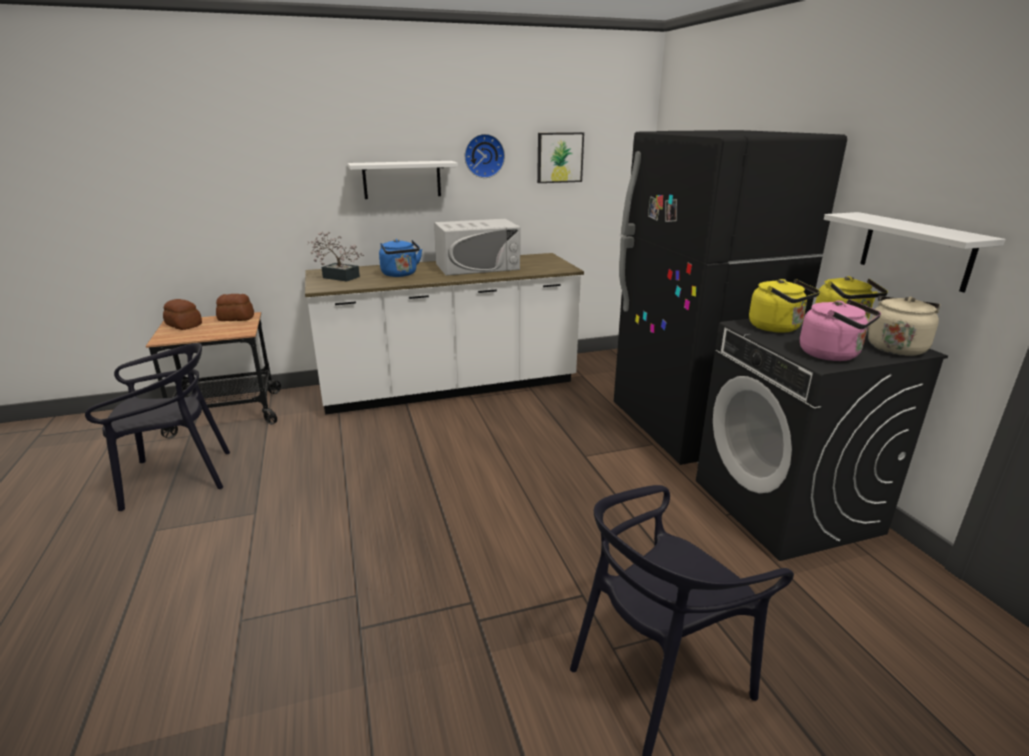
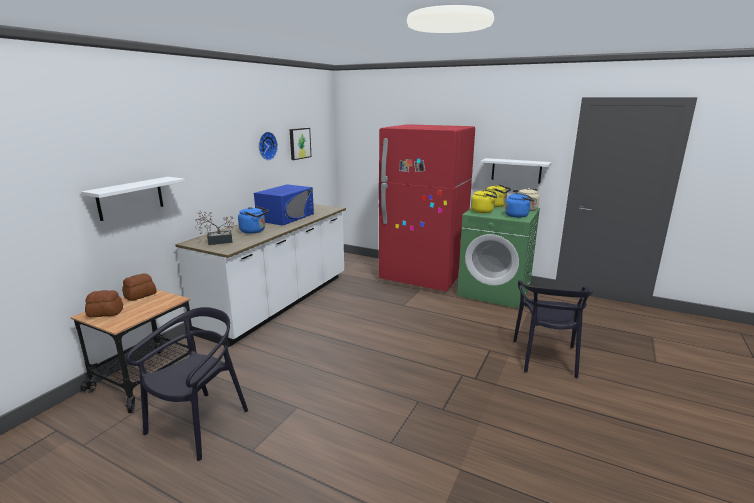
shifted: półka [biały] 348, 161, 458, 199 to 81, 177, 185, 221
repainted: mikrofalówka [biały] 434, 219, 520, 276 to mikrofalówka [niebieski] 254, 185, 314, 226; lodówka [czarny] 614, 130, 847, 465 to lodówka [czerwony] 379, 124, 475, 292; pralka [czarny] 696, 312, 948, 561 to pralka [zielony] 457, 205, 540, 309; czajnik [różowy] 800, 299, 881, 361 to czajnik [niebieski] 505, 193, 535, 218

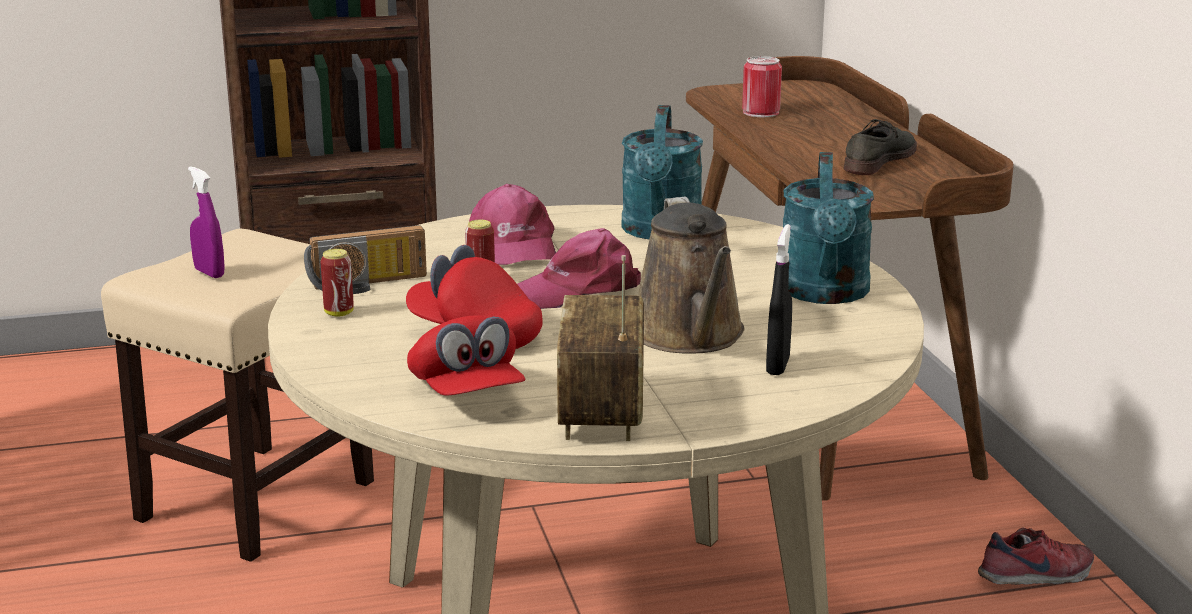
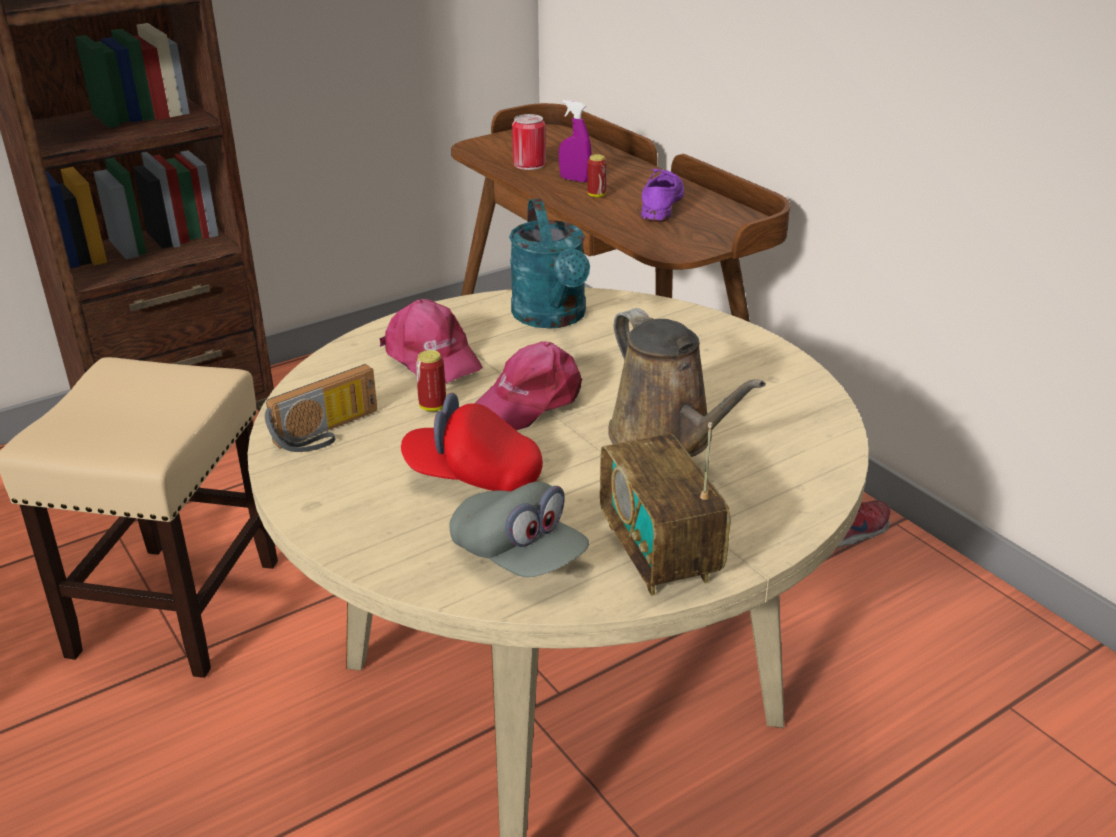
gone: spryskiwacz [czarny] 766, 224, 792, 375; konewka [turkusowy] 783, 152, 874, 304
shifted: spryskiwacz [fioletowy] 188, 166, 225, 278 to 559, 100, 592, 182; puszka 320, 249, 354, 317 to 587, 154, 607, 198
repainted: czapka z daszkiem [czerwony] 407, 315, 525, 396 to czapka z daszkiem [szary] 449, 482, 589, 577; but [szary] 844, 119, 917, 175 to but [fioletowy] 641, 169, 684, 222

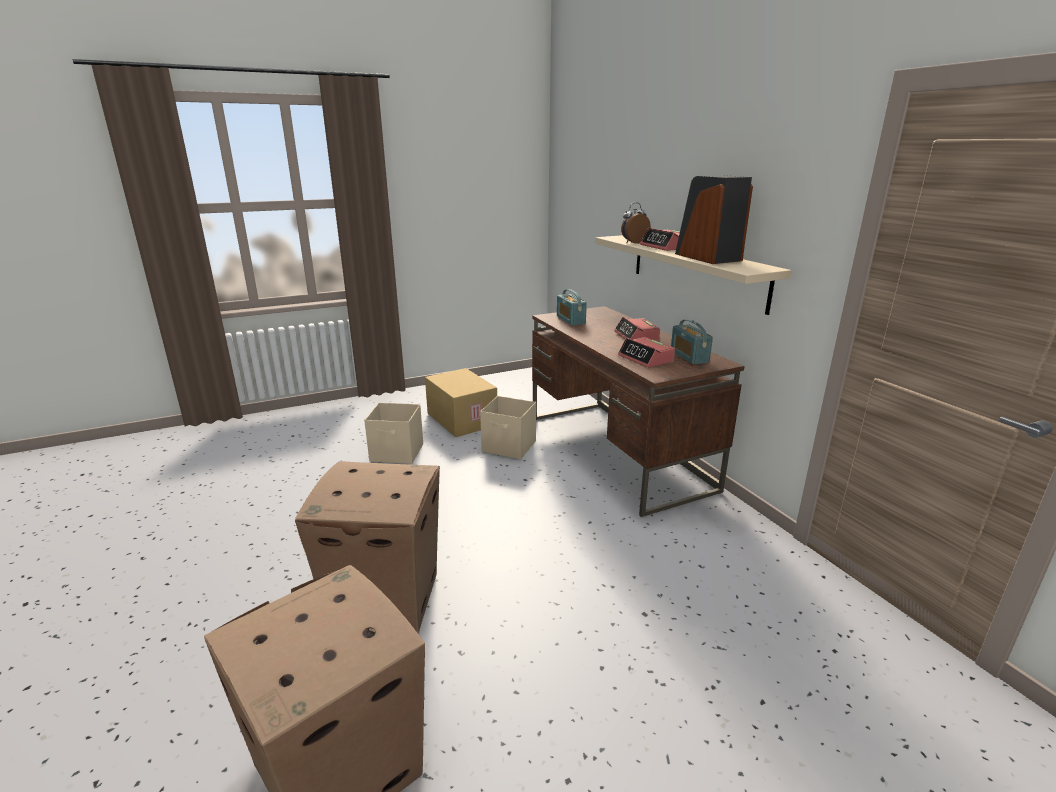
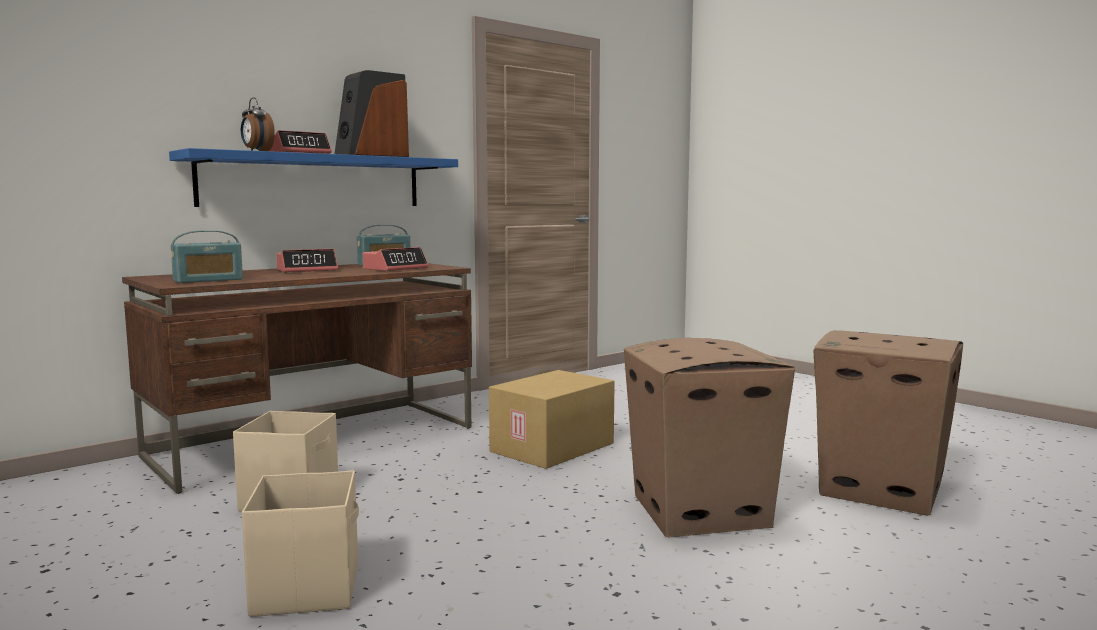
shifted: karton 425, 368, 497, 437 to 489, 370, 615, 469
repainted: półka [beżowy] 595, 235, 792, 315 to półka [niebieski] 169, 148, 458, 207

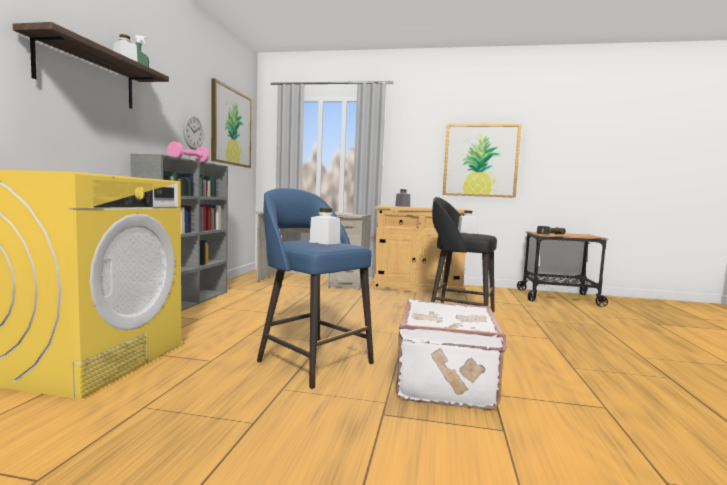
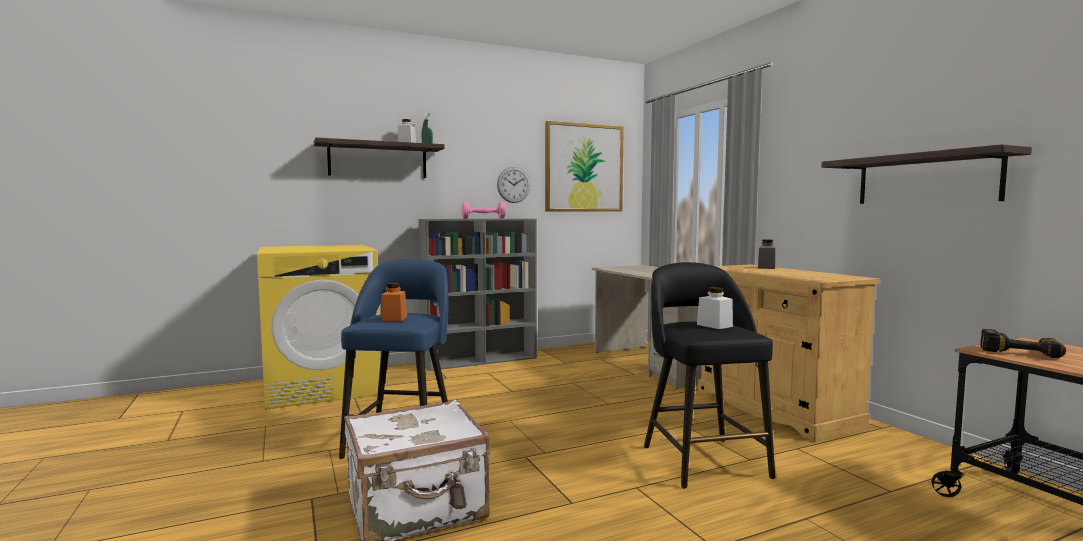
swapped: obraz 443, 124, 521, 198 to półka 821, 144, 1032, 204
repainted: słoik [biały] 309, 208, 340, 245 to słoik [pomarańczowy] 381, 283, 407, 322

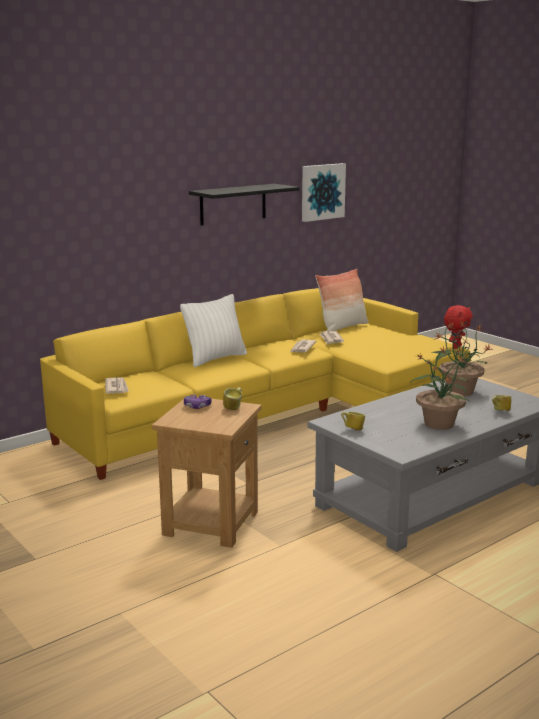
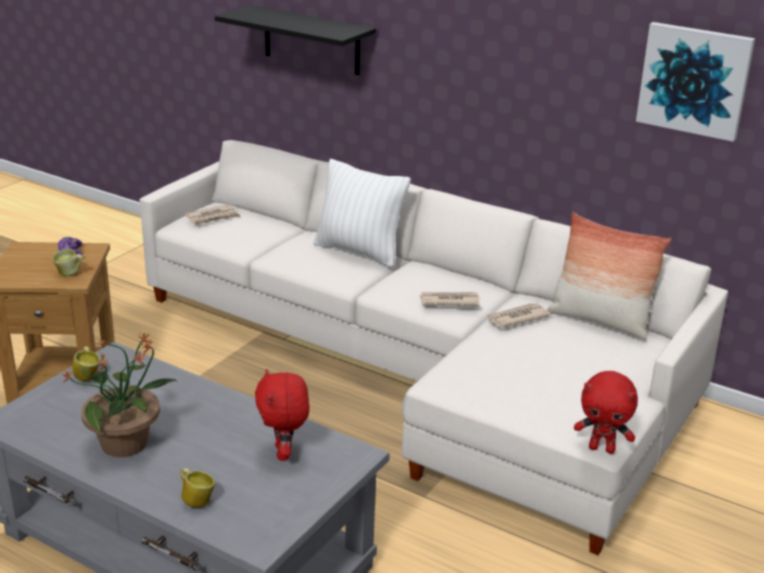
shifted: półka [czarny] 189, 184, 300, 226 to 215, 5, 376, 75
swapped: roślina doniczkowa 432, 321, 492, 396 to pluszak [czerwony] 255, 369, 309, 461
repainted: kanapa [żółty] 40, 288, 471, 480 to kanapa [biały] 139, 140, 728, 555

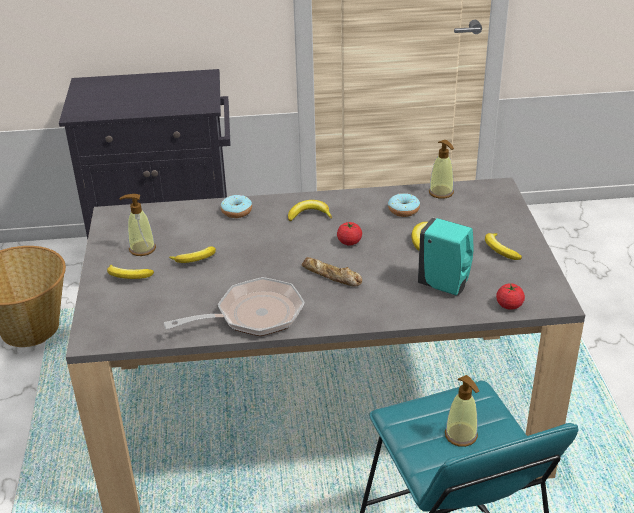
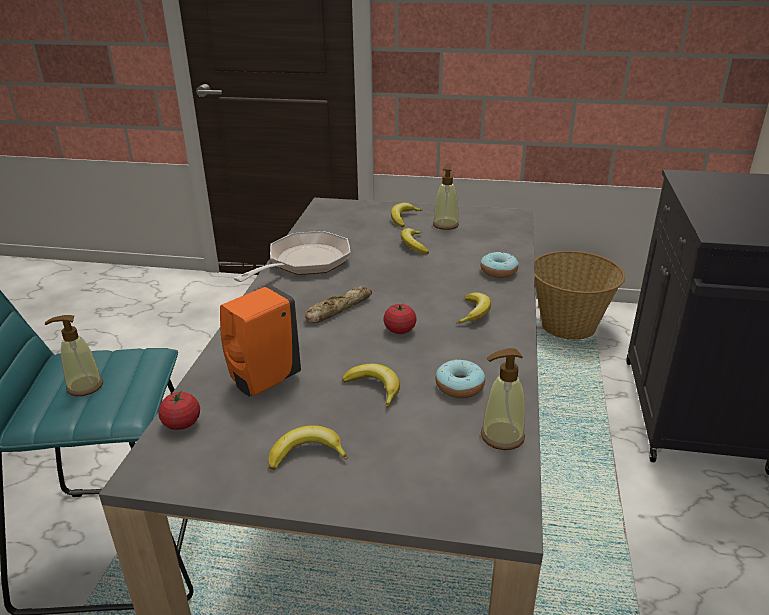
repainted: dozownik mydła [turkusowy] 418, 217, 474, 295 to dozownik mydła [pomarańczowy] 220, 285, 301, 397
rotated: patelnia 164, 277, 304, 336 = 234, 231, 351, 282 135 degrees counterclockwise

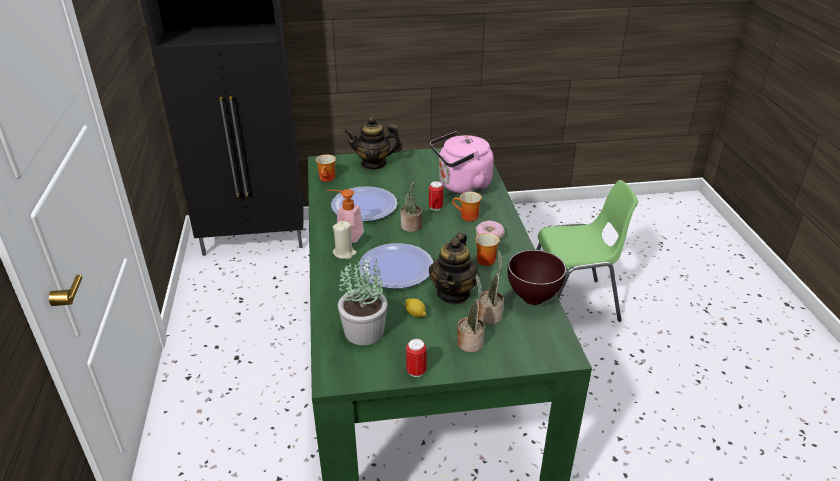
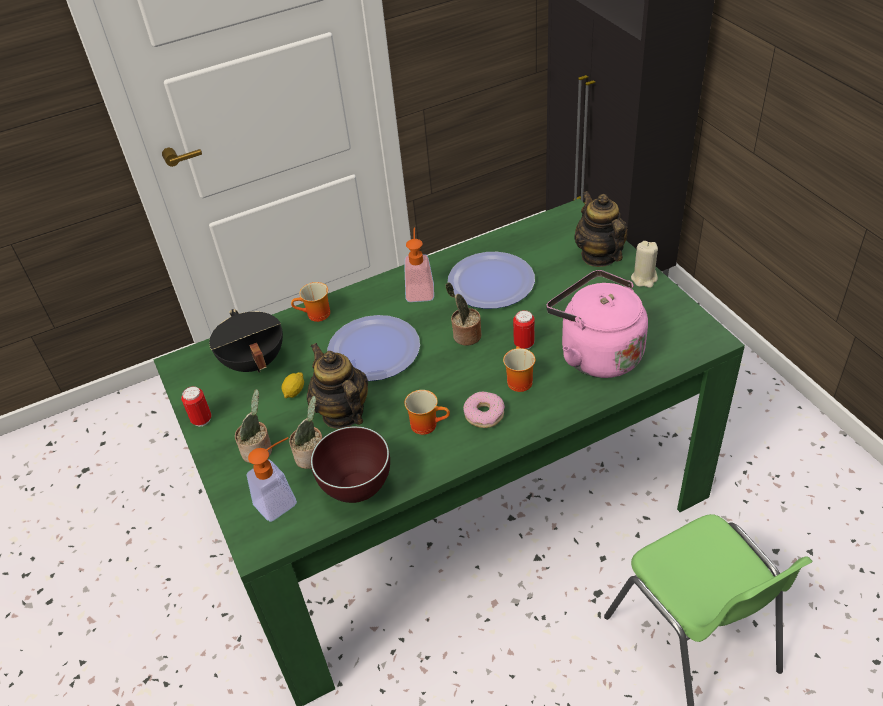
new: dozownik mydła 247, 437, 297, 522
shifted: kubek 316, 154, 336, 182 to 291, 282, 330, 322; świeca [beżowy] 333, 221, 357, 259 to 631, 241, 658, 288
swapped: roślina doniczkowa 338, 258, 387, 345 to garnek [czarny] 209, 309, 283, 373
rotated: imbryk 429, 233, 479, 304 = 307, 343, 368, 429 60 degrees clockwise

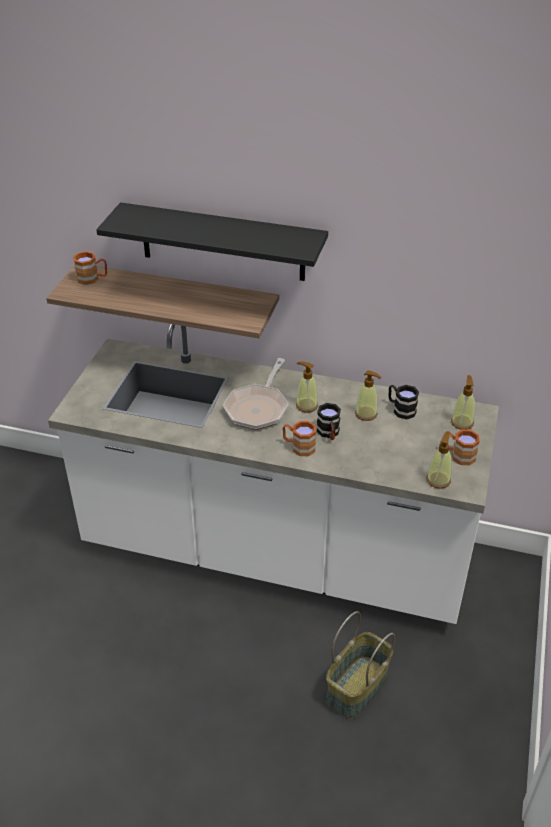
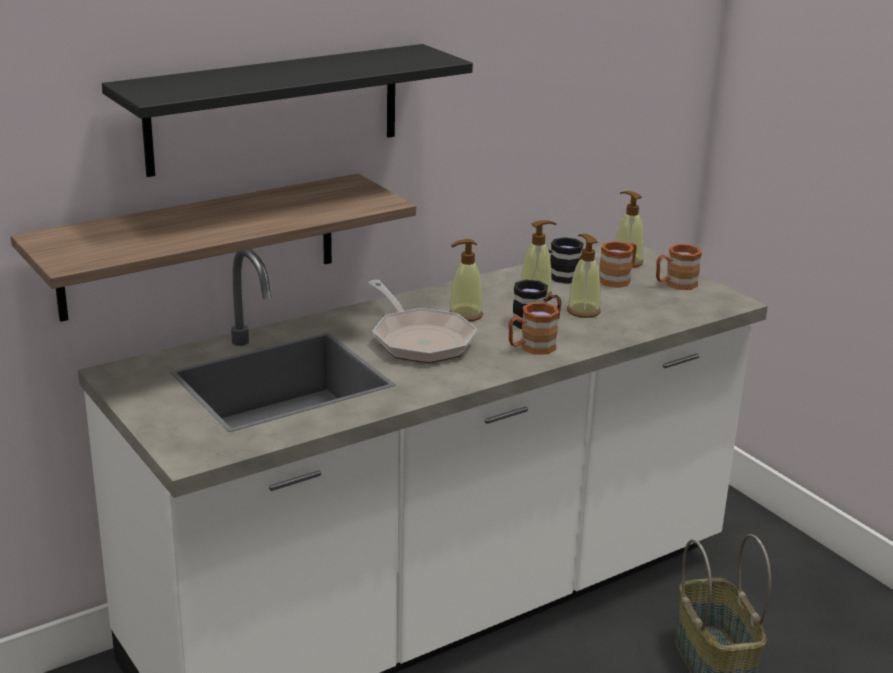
shifted: dozownik mydła 426, 431, 452, 489 to 567, 234, 601, 318; kubek [brązowy] 73, 251, 107, 285 to 599, 241, 637, 288

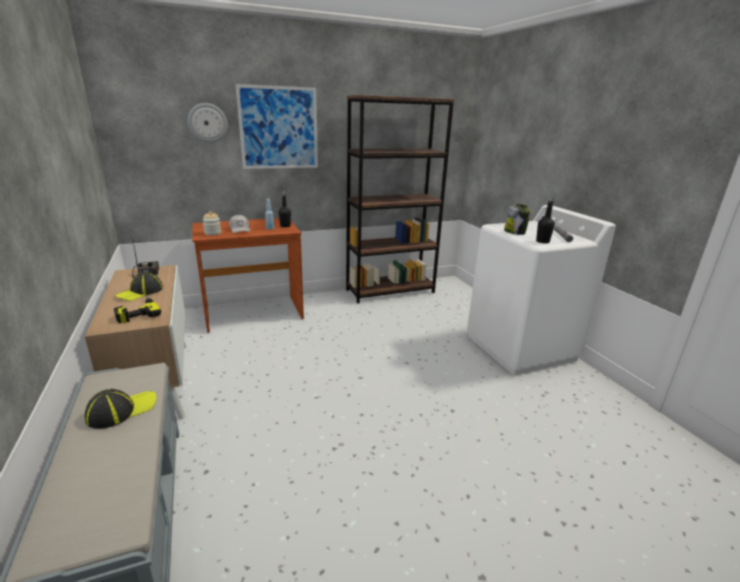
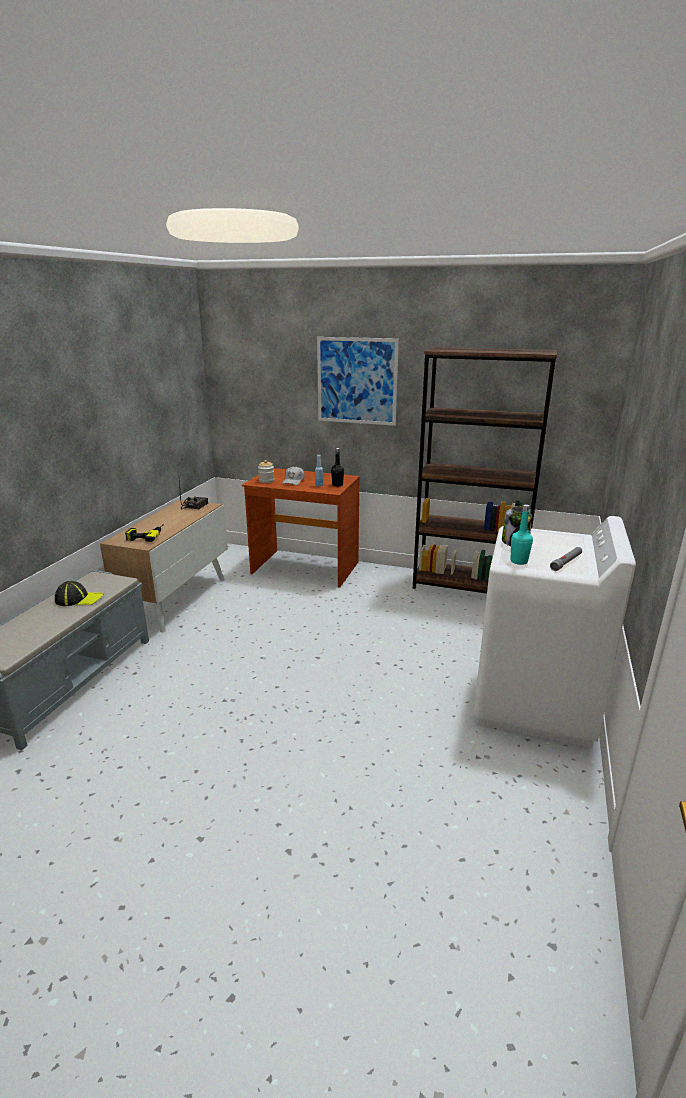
gone: czapka z daszkiem 115, 272, 163, 301; zegar ścienny 188, 103, 228, 143
repainted: butelka [czarny] 536, 196, 555, 243 to butelka [turkusowy] 510, 504, 533, 565

